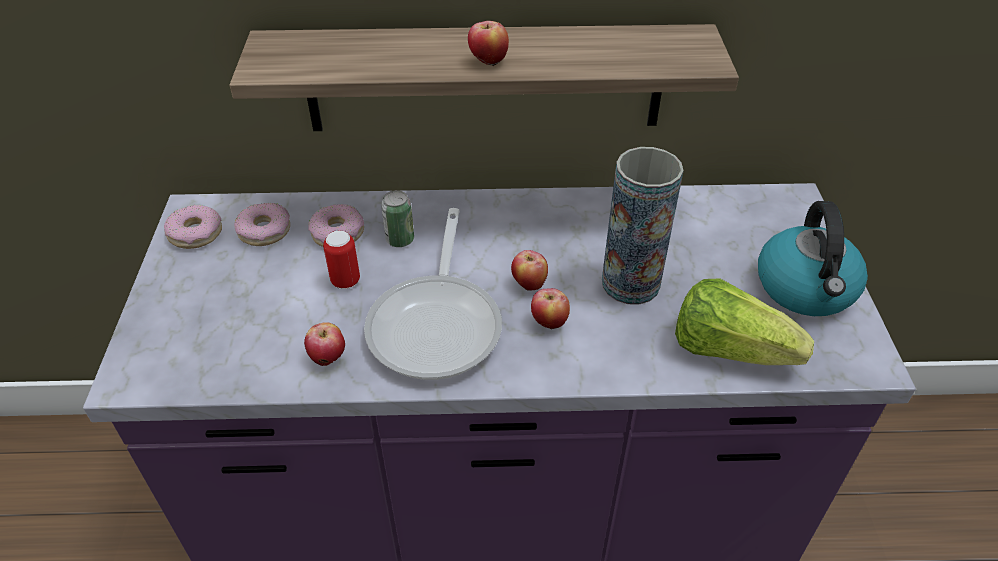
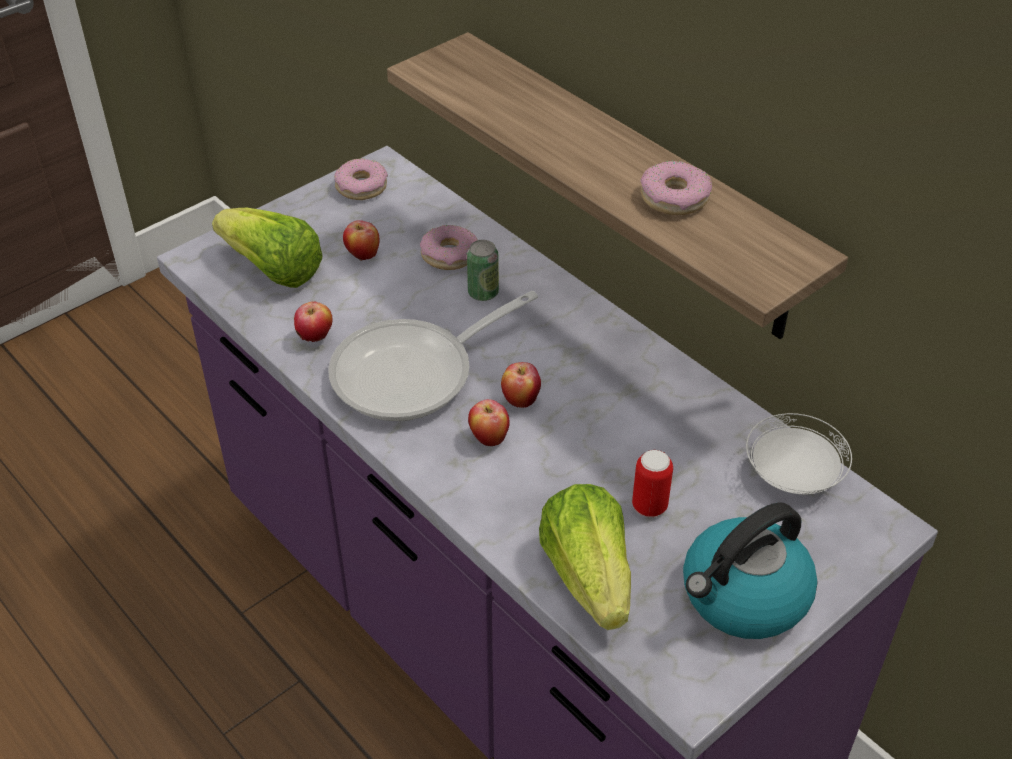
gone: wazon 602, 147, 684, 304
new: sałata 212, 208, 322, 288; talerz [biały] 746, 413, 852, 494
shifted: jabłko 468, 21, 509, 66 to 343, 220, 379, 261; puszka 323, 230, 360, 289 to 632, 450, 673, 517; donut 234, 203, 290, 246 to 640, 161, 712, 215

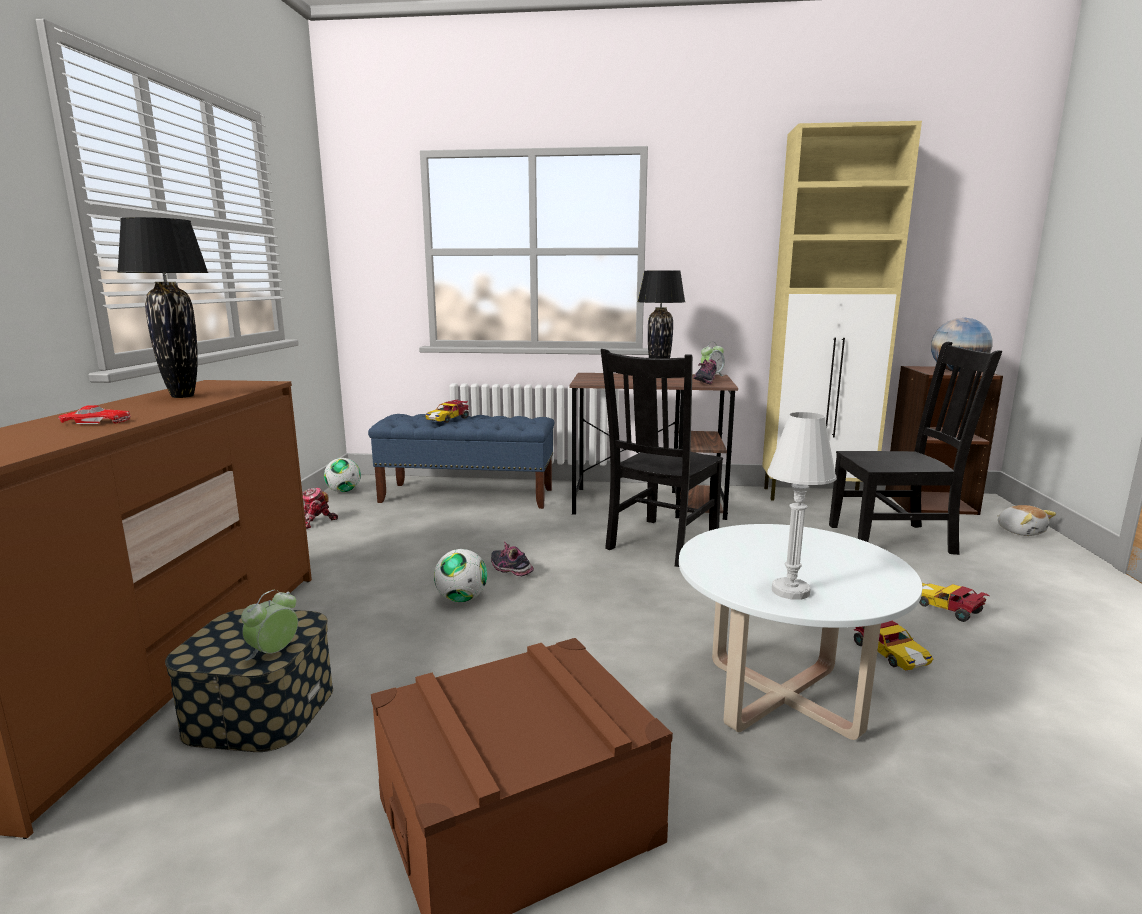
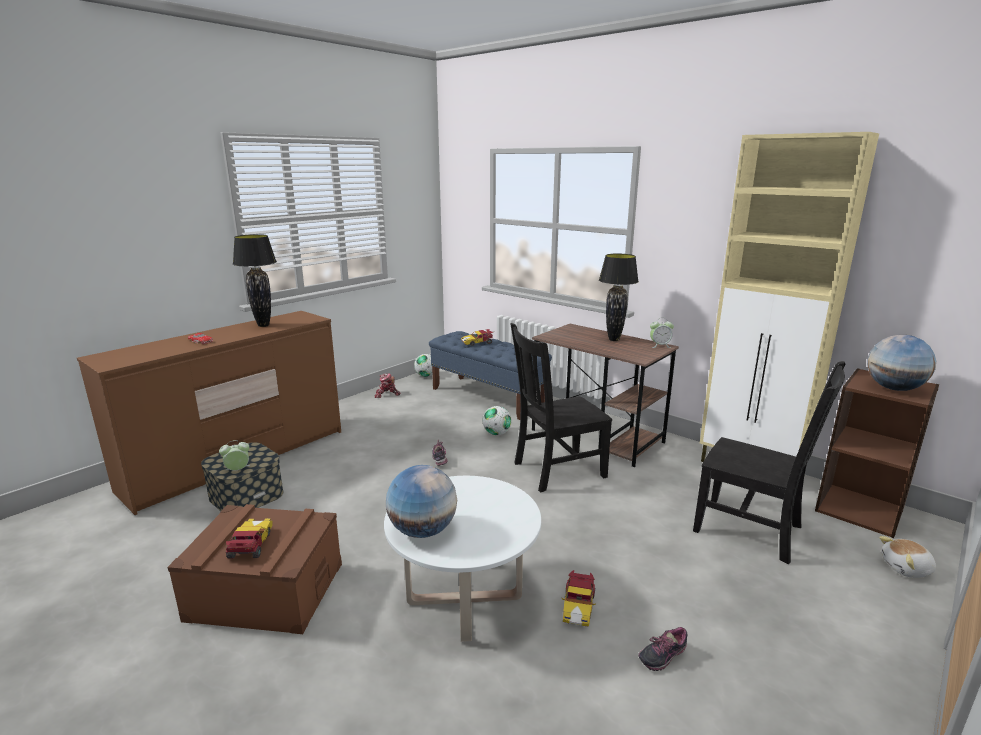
shifted: samochodzik 919, 583, 990, 622 to 226, 518, 272, 558; piłka futbolowa 434, 549, 487, 602 to 483, 406, 512, 435; but 693, 359, 717, 385 to 638, 627, 688, 671
swapped: lampa stołowa [biały] 767, 412, 837, 600 to globus 386, 465, 457, 538
rotated: pluszak 997, 505, 1056, 536 = 879, 536, 936, 578 75 degrees clockwise

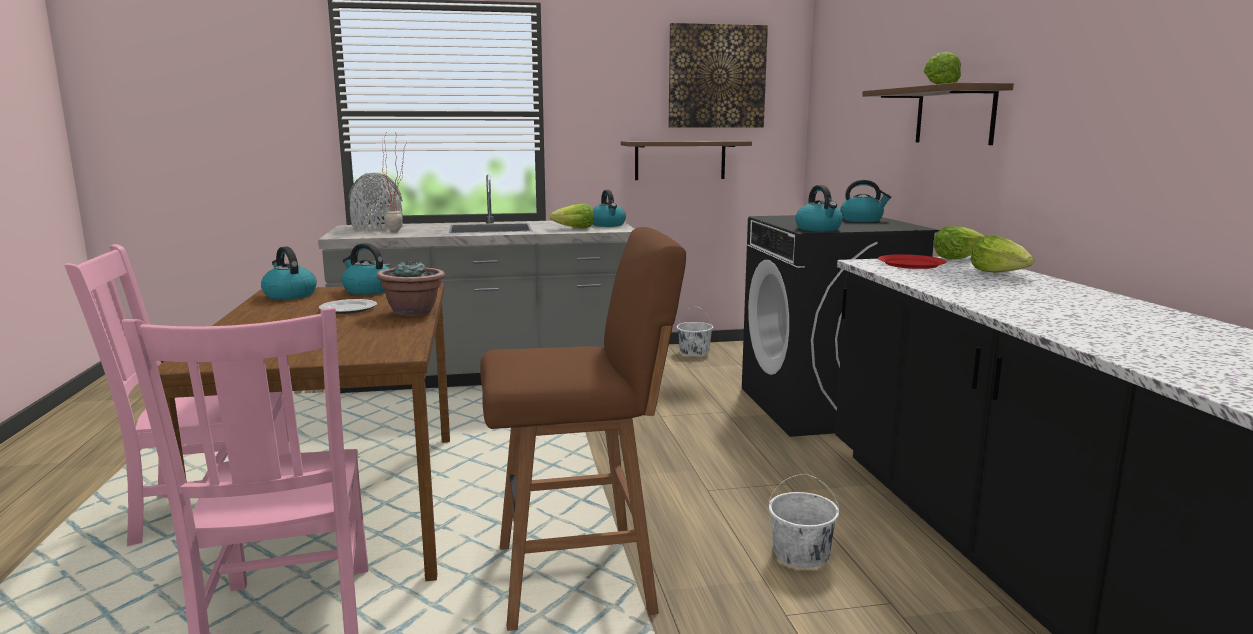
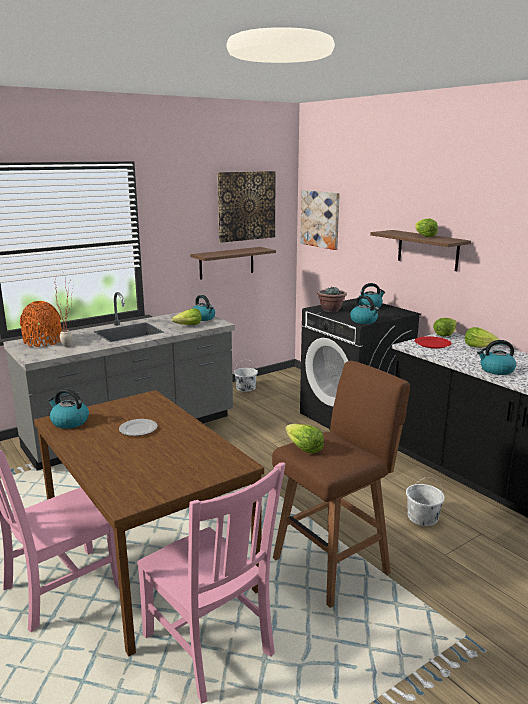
new: sałata 286, 424, 324, 453; obraz 300, 190, 340, 250
shifted: roślina doniczkowa 377, 259, 445, 316 to 317, 286, 347, 312; czajnik 342, 243, 389, 295 to 477, 340, 516, 375
repainted: wazon [szary] 348, 173, 403, 230 to wazon [pomarańczowy] 20, 301, 62, 347

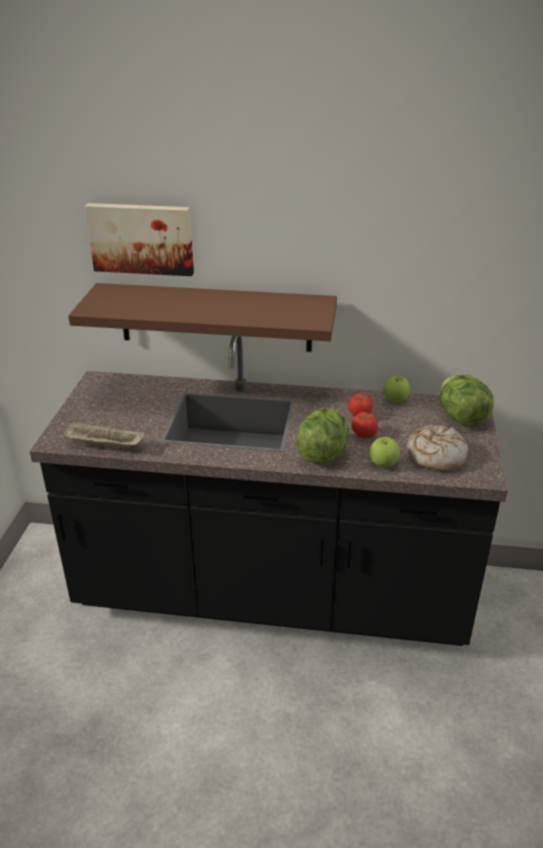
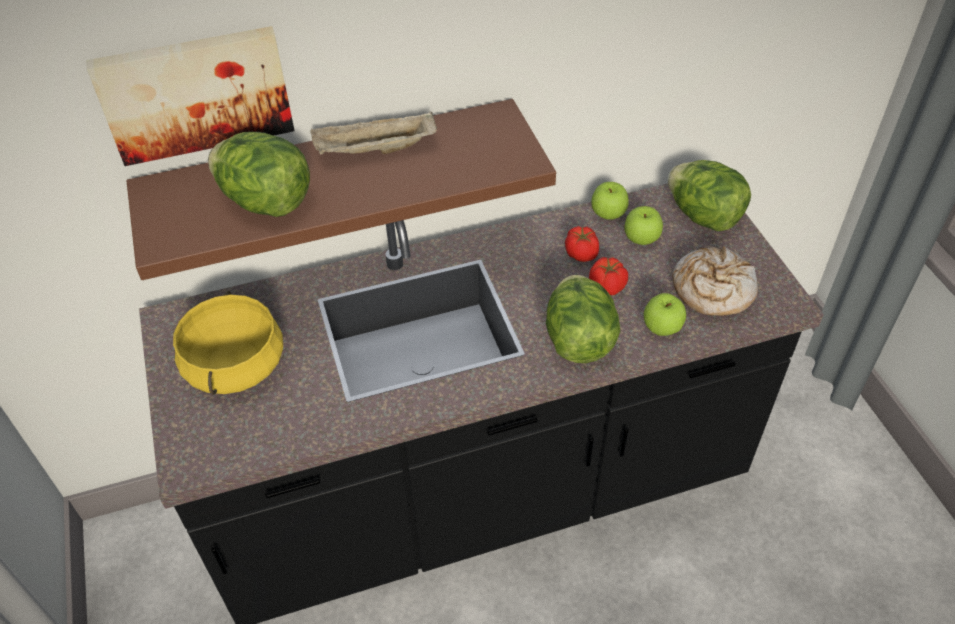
new: garnek [żółty] 173, 290, 283, 395; sałata 208, 132, 310, 217; jabłko 624, 206, 663, 245
shifted: taca [beżowy] 63, 422, 145, 450 to 310, 111, 437, 155

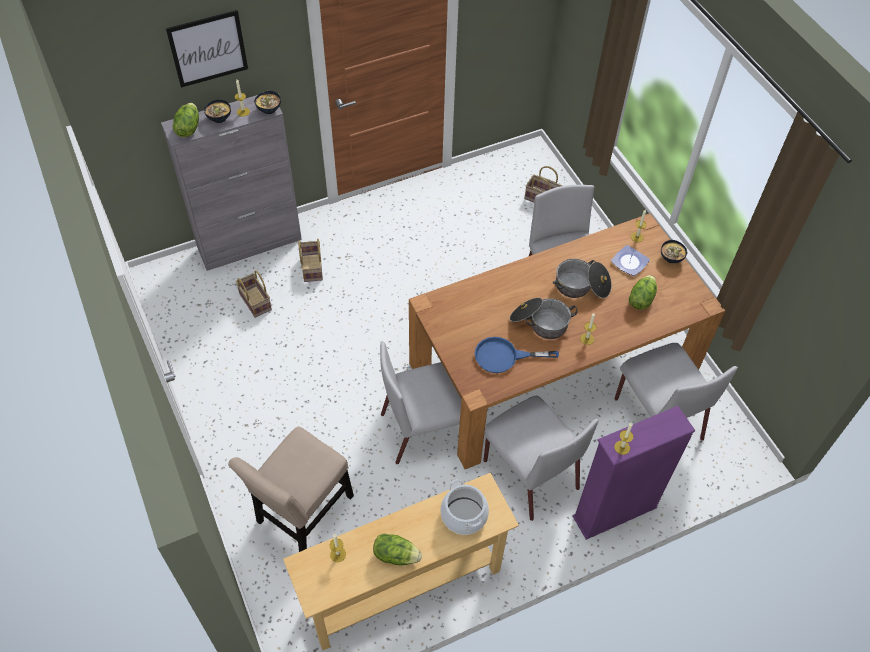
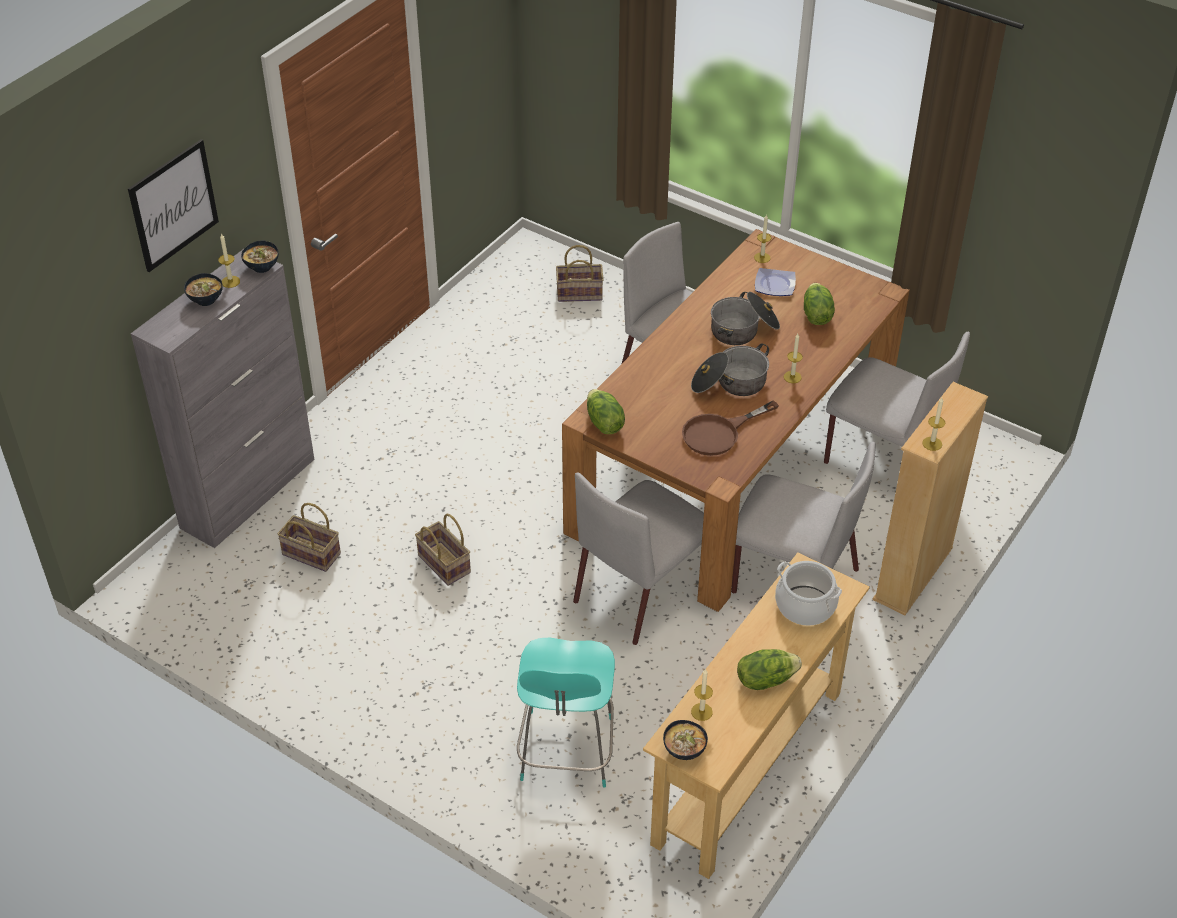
shifted: koszyk 298, 239, 323, 282 to 415, 514, 471, 586; sałata 172, 103, 199, 137 to 587, 389, 625, 434; miska 661, 240, 687, 263 to 663, 720, 708, 760
swapped: krzesło [beżowy] 228, 427, 354, 552 to stołek [turkusowy] 517, 638, 615, 787
repainted: patelnia [niebieski] 474, 337, 559, 373 to patelnia [brązowy] 682, 401, 779, 456; regał [fioletowy] 573, 406, 695, 540 to regał [beżowy] 872, 382, 988, 615

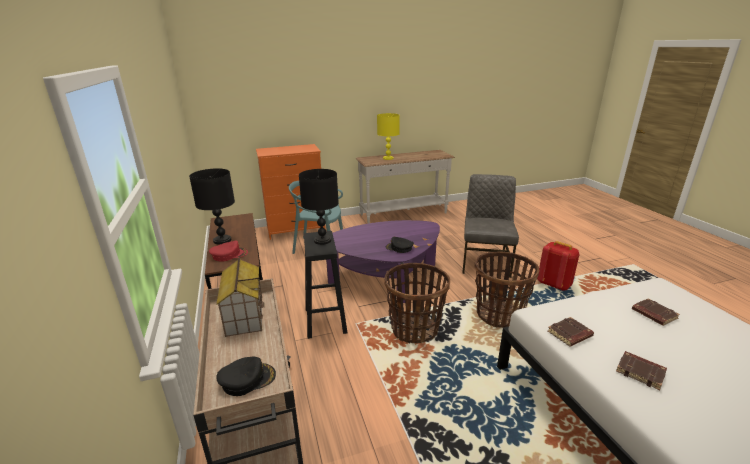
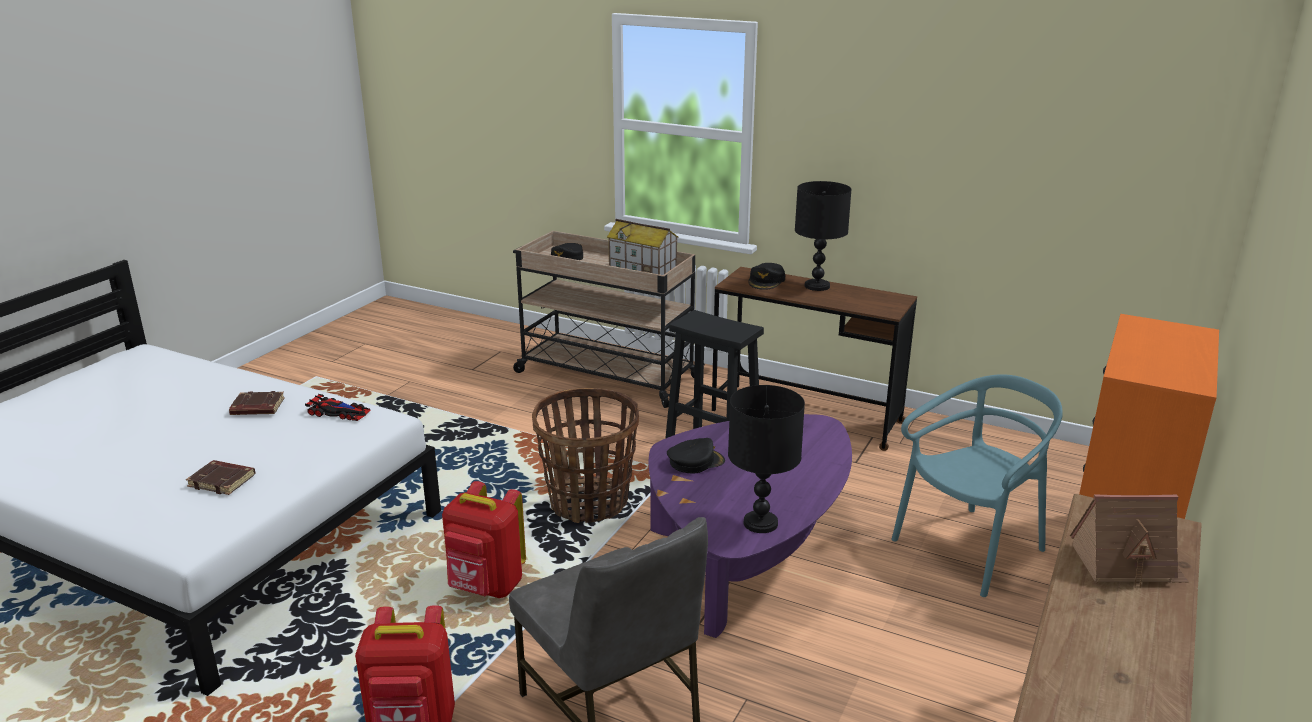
shifted: lampa stołowa [czarny] 299, 169, 339, 245 to 728, 385, 805, 533
swapped: książka [brązowy] 548, 317, 594, 347 to samochodzik 305, 394, 371, 421; koszyk 474, 252, 540, 328 to plecak [czerwony] 442, 481, 526, 598; lampa stołowa [żółty] 377, 113, 400, 160 to domek 1070, 494, 1189, 588
repainted: czapka z daszkiem [czerwony] 209, 240, 248, 261 to czapka z daszkiem [czarny] 748, 263, 785, 290

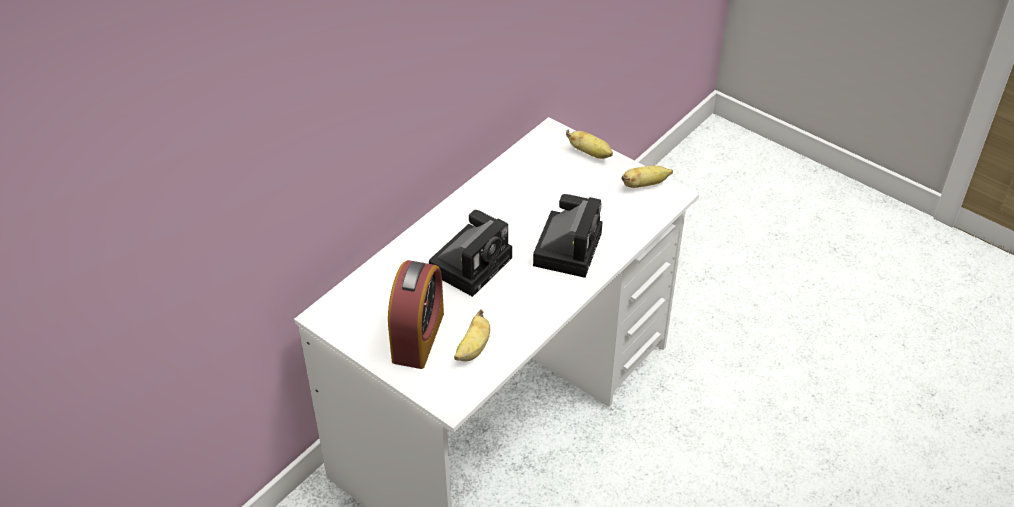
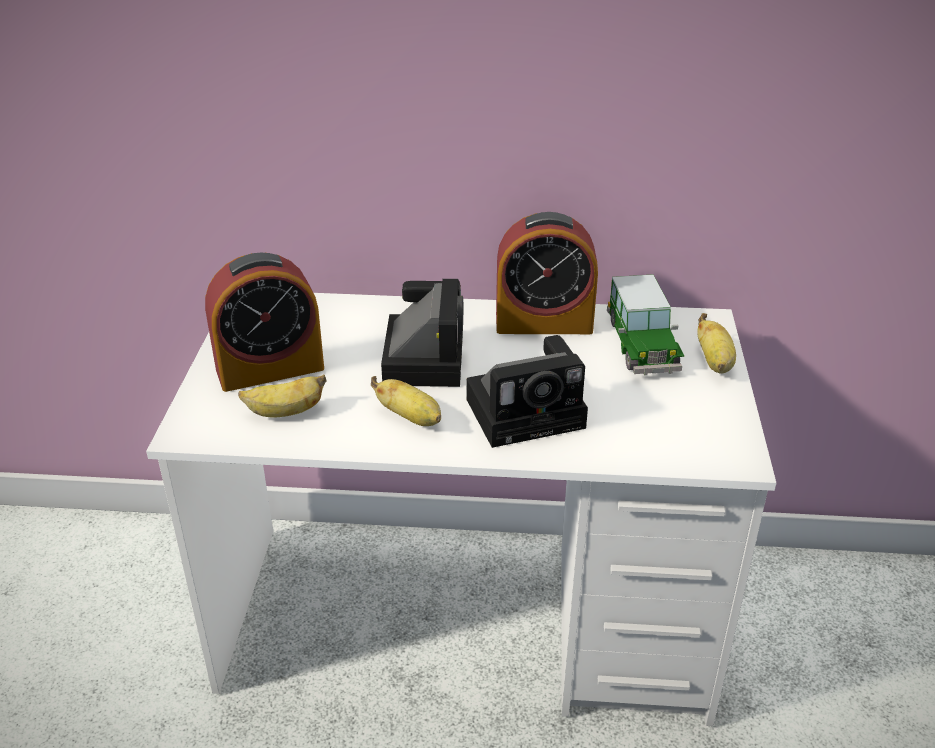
new: budzik 496, 212, 598, 334; samochodzik 607, 274, 684, 376
shifted: banan 622, 166, 673, 188 to 371, 376, 441, 426
rotated: aparat fotograficzny 429, 210, 512, 297 = 381, 279, 463, 387 90 degrees counterclockwise

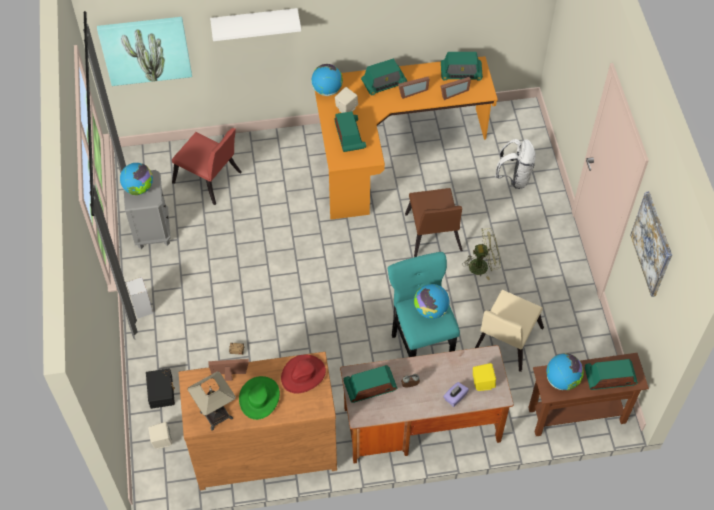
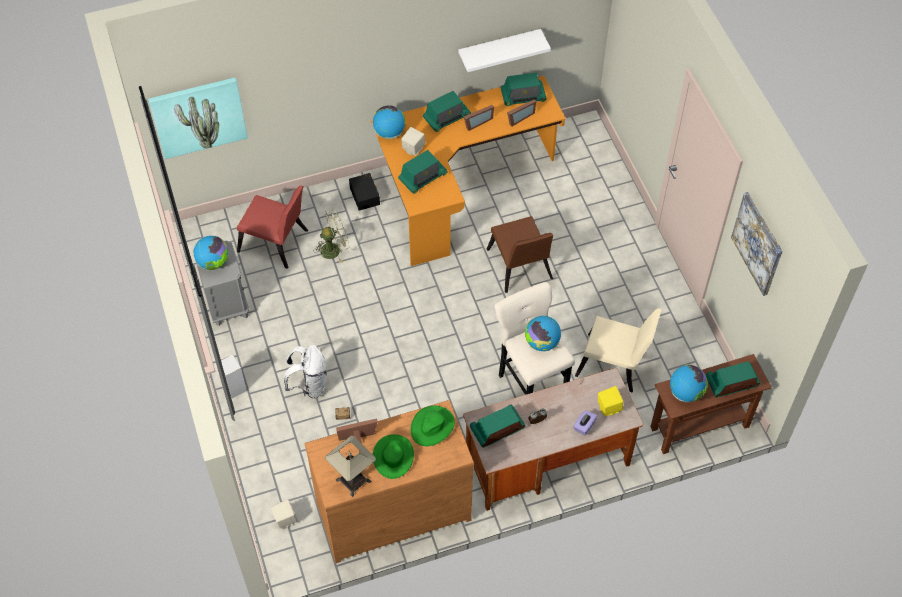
shifted: plecak [biały] 495, 139, 536, 189 to 284, 345, 327, 398; wentylator [zielony] 462, 228, 500, 280 to 315, 210, 349, 263; pojemnik do przechowywania [czarny] 146, 368, 175, 409 to 349, 173, 380, 211; półka [biały] 210, 8, 301, 41 to 458, 29, 551, 72
repainted: kapelusz [czerwony] 281, 355, 326, 393 to kapelusz [zielony] 411, 405, 455, 446; stołek [turkusowy] 388, 252, 460, 357 to stołek [beżowy] 494, 282, 575, 395
rotated: radio 335, 111, 366, 152 = 398, 150, 448, 194 75 degrees clockwise; krzesło [beżowy] 475, 290, 544, 372 = 575, 308, 662, 393 90 degrees counterclockwise

